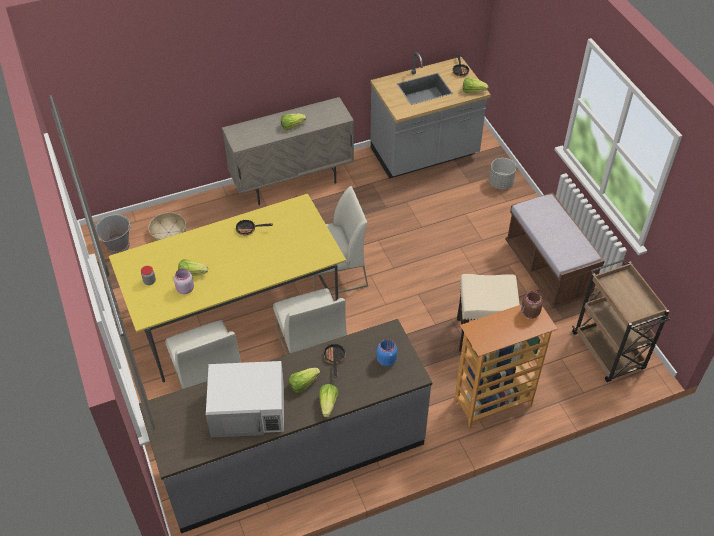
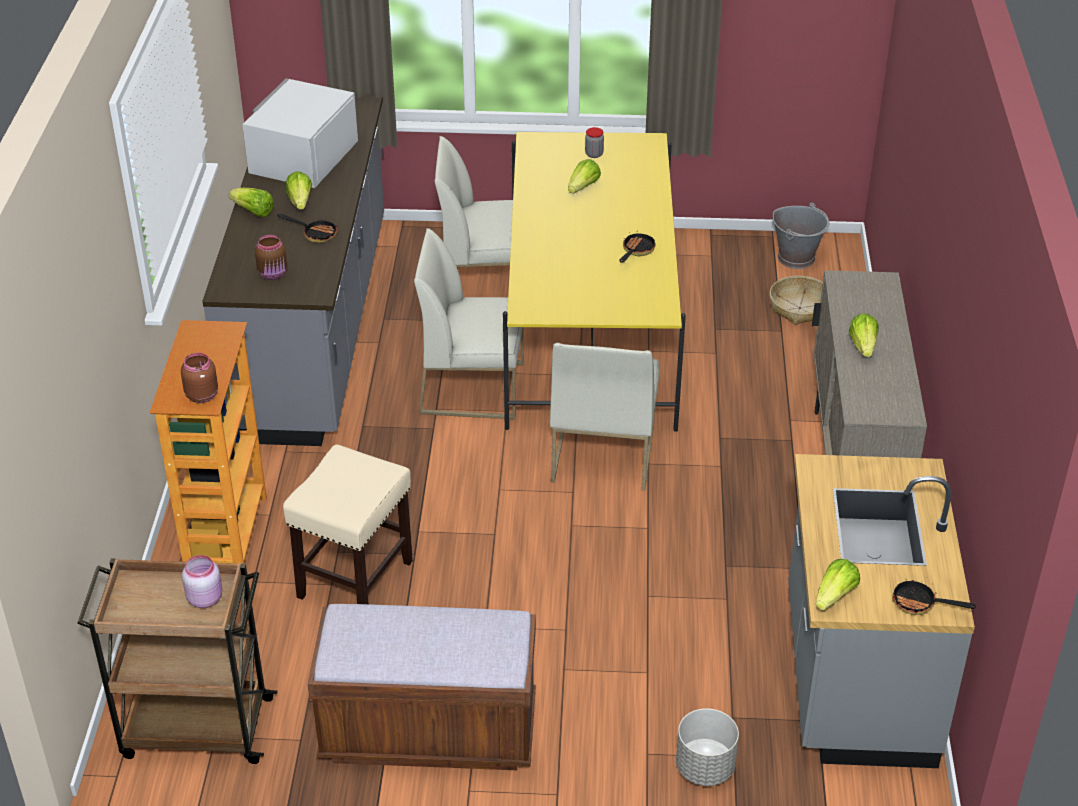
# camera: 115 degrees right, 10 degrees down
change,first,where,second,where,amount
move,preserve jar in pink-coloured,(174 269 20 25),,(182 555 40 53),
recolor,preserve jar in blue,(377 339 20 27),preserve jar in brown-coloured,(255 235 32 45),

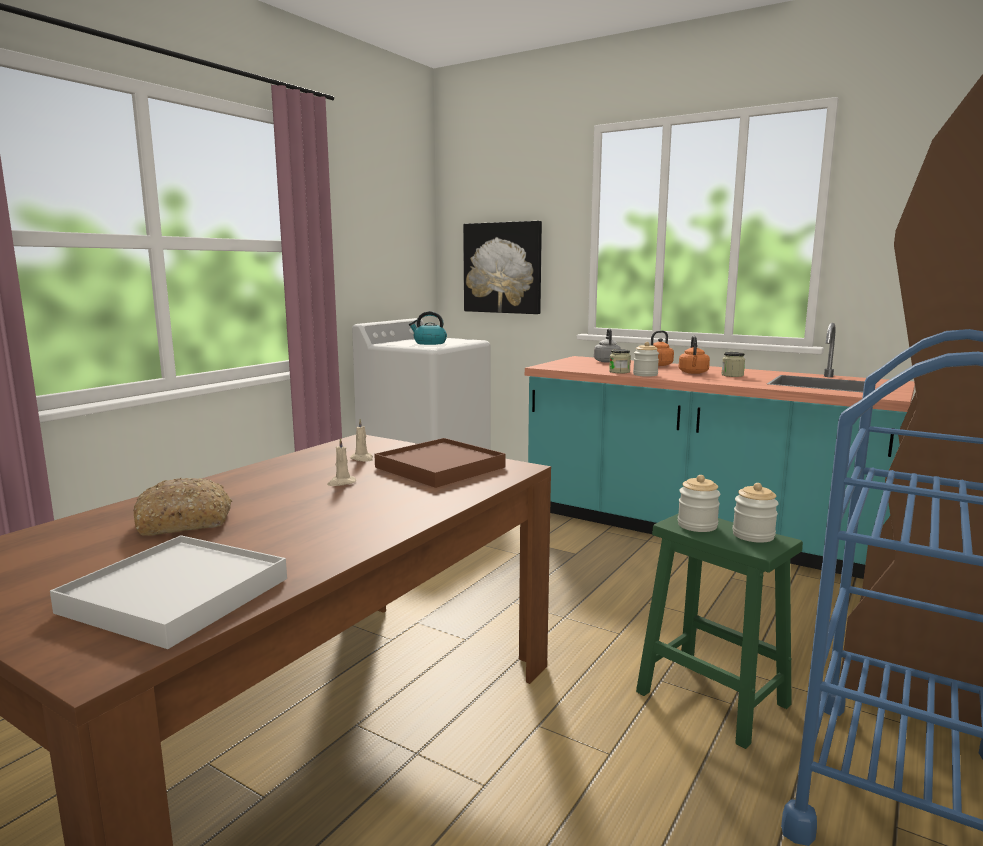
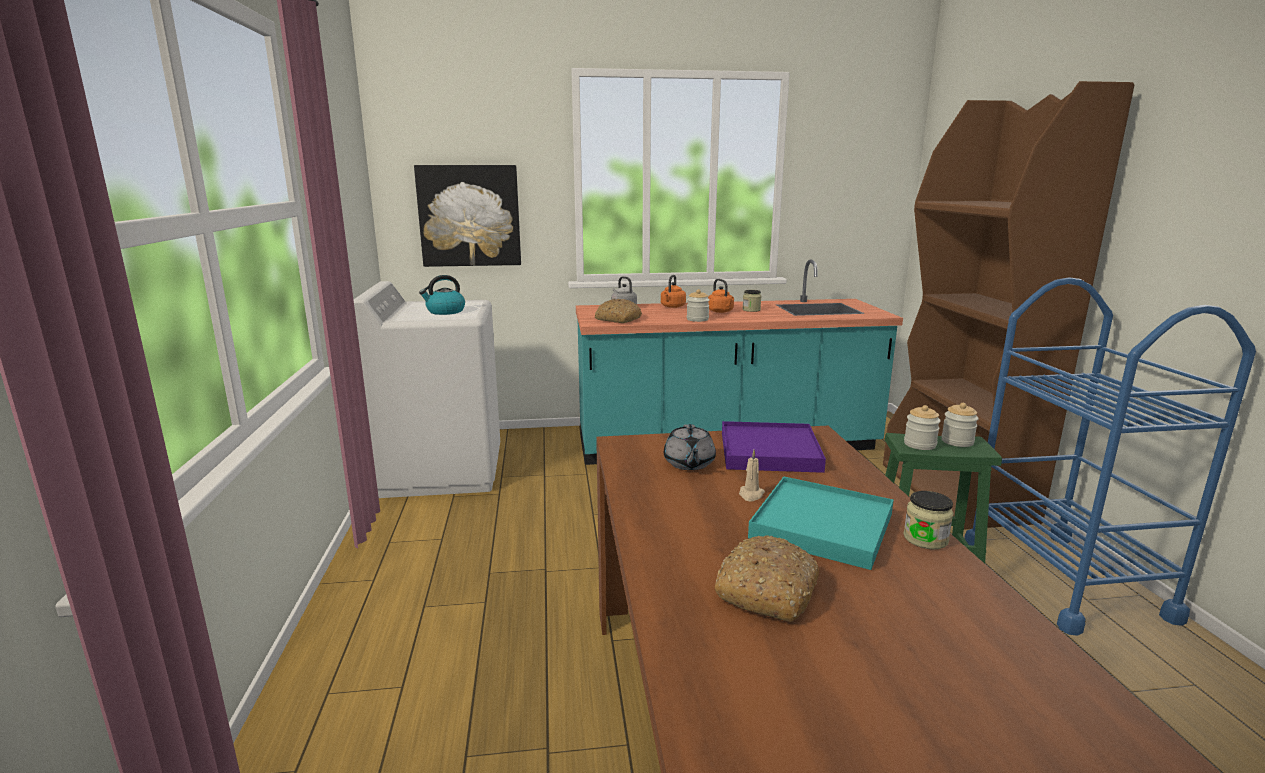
# camera: 40 degrees left, 5 degrees up
change,first,where,second,where,amount
insert,,,baked bread,(595 299 47 24),
replace,wax light in beige-coloured,(350 419 23 42),pot for tea in gray,(664 424 52 46),
recolor,serving tray in brown-coloured,(374 438 132 50),serving tray in purple-coloured,(722 421 104 52),
insert,,,serving tray in turquoise-coloured,(748 477 146 93),
move,preserve jar,(609 349 22 24),,(903 491 51 59),
delete,serving tray in whitish,(50 535 237 114),,,

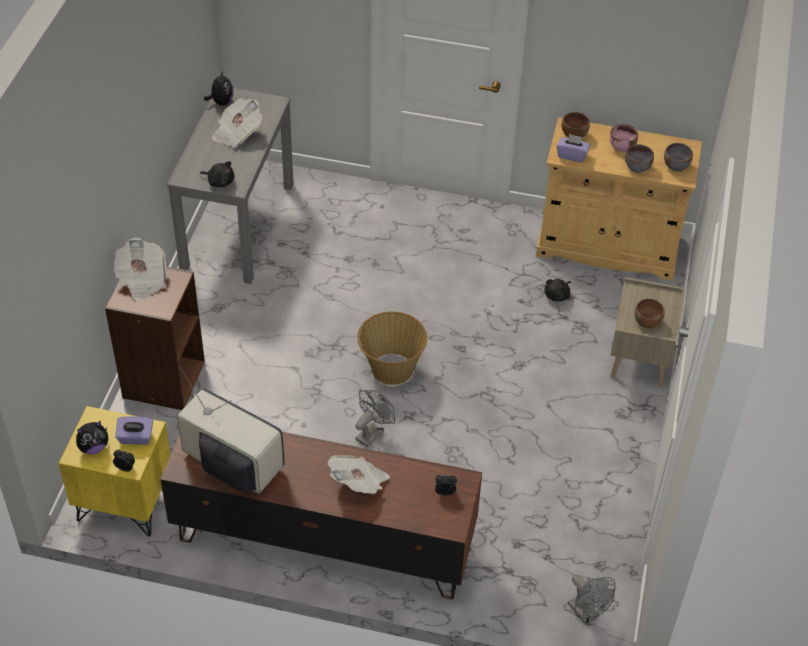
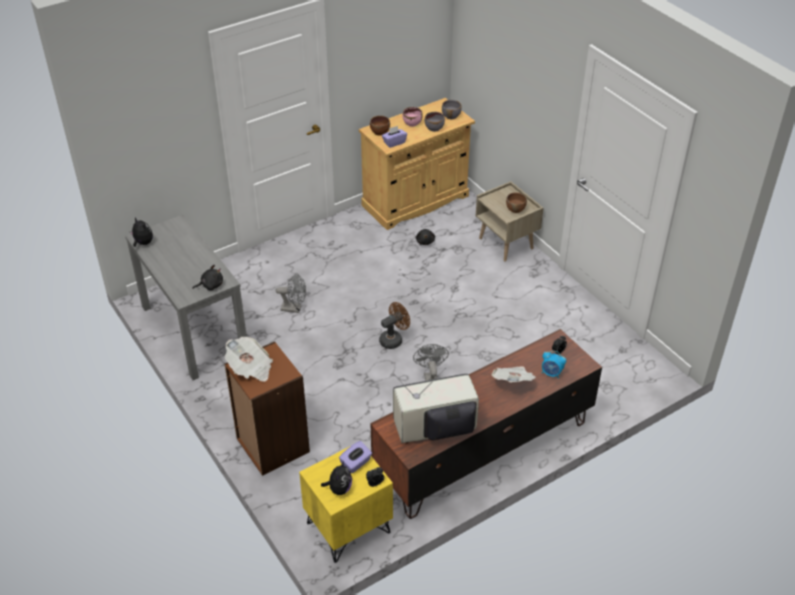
# camera: 45 degrees left, 5 degrees down
change,first,where,second,where,amount
move,fan in gray,(568 575 47 50),,(276 273 30 40),
replace,storage basket,(357 311 70 74),fan in brown-coloured,(379 302 31 47),
insert,,,alarm clock,(542 351 24 28),
delete,printed paper,(212 99 50 48),,,

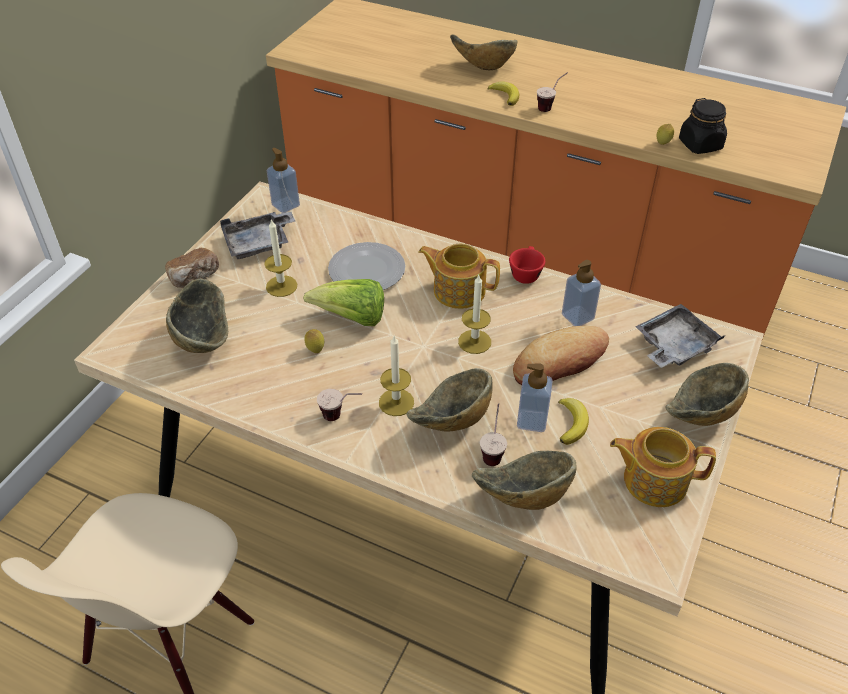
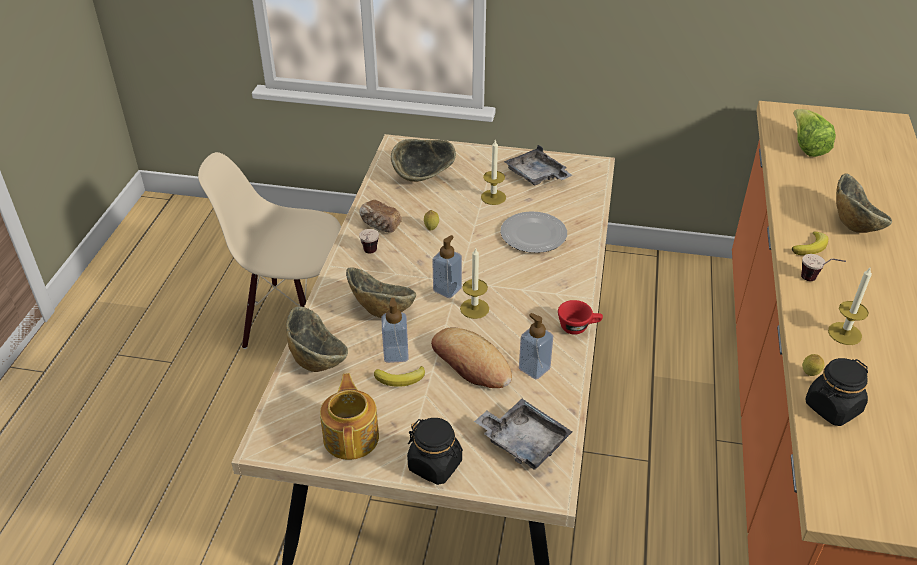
# camera: 75 degrees right, 5 degrees down
change,first,where,second,where,amount
move,baked bread,(165 248 54 40),,(359 200 43 33),
replace,serving bowl,(666 363 83 63),preserve jar in black,(407 418 56 67),
move,soap bottle,(266 148 34 65),,(432 235 30 63),
move,lettuce head,(303 279 81 47),,(793 109 43 48),
move,wax light,(379 336 35 80),,(828 266 44 79),
delete,pot for tea,(418 244 82 65),,,
delete,small cup,(480 403 27 63),,,

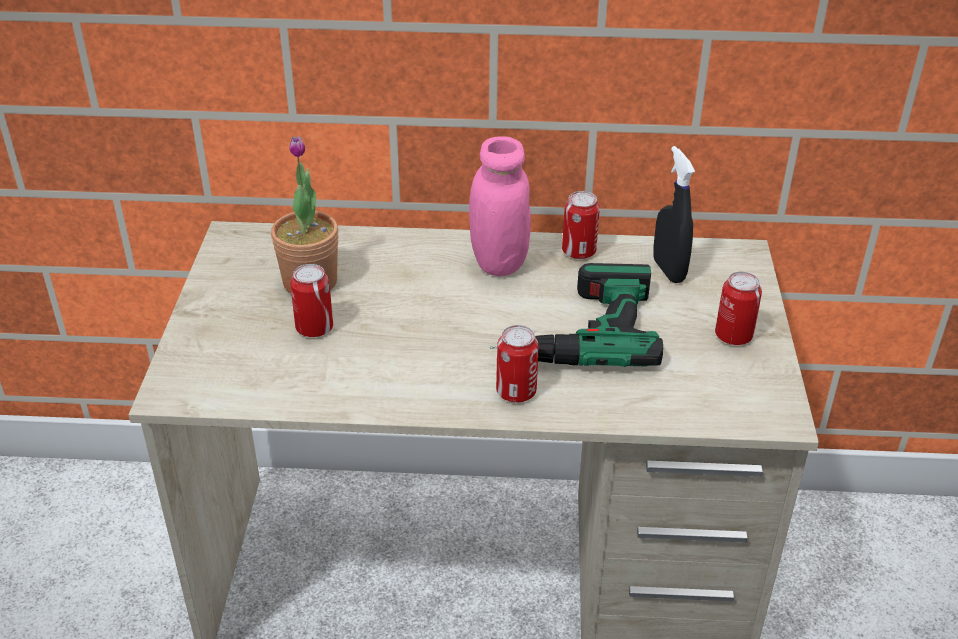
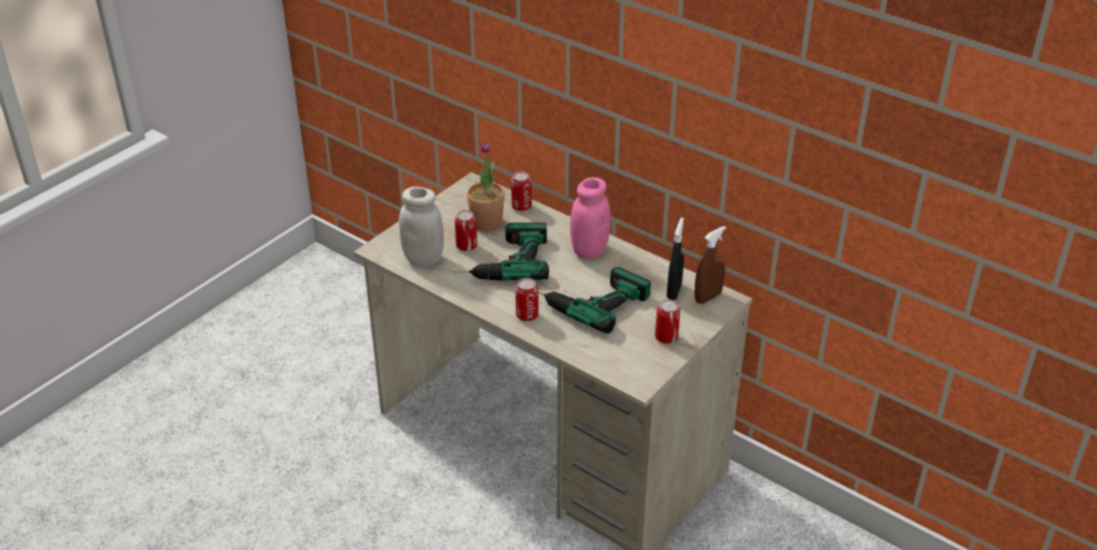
# camera: 35 degrees right, 0 degrees up
change,first,where,second,where,amount
insert,,,preserve jar in whitish,(399 186 45 81),
insert,,,power drill,(453 223 96 58),
move,metal can,(562 191 38 68),,(511 171 21 40),
insert,,,hand sprayer in brown-coloured,(695 226 31 78),

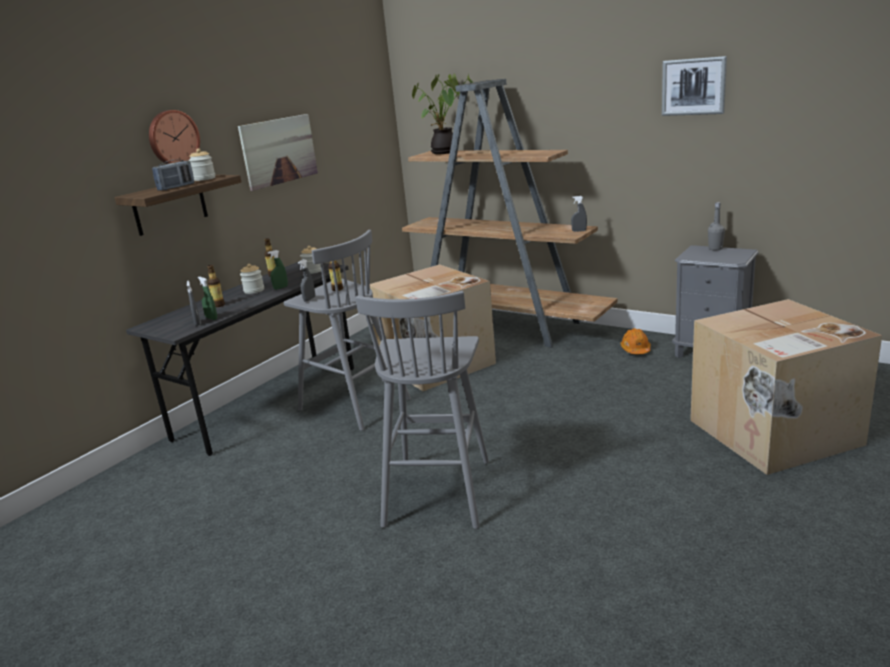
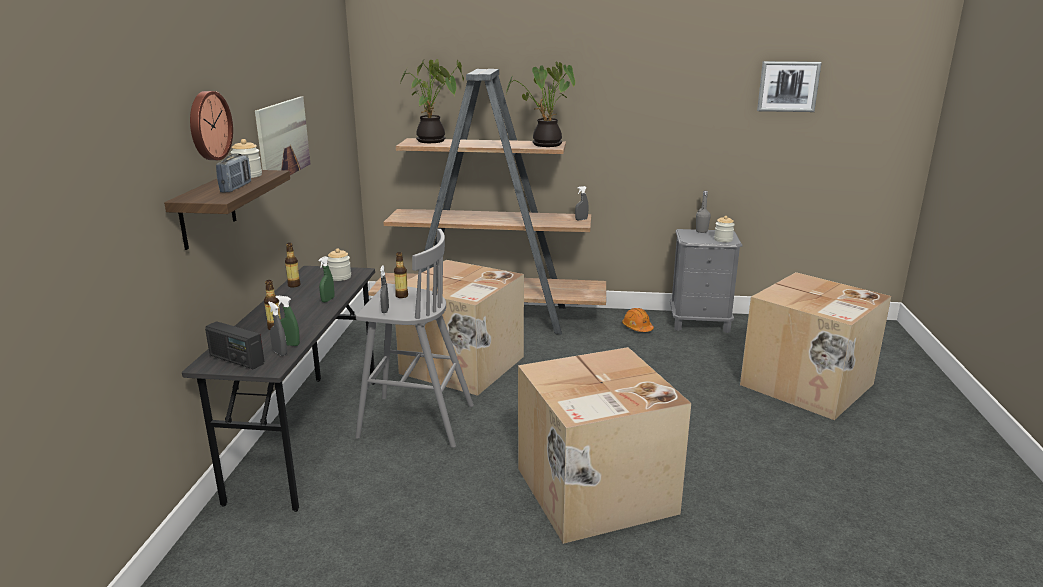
# camera: 30 degrees left, 0 degrees up
change,first,where,second,where,amount
insert,,,radio,(205 321 59 48),
insert,,,houseplant,(506 61 69 86),
replace,stool in gray,(355 291 134 238),packing box,(518 347 173 197),
move,preserve jar,(240 264 24 30),,(714 216 21 26),
move,wall picture,(662 56 65 60),,(757 61 65 51),

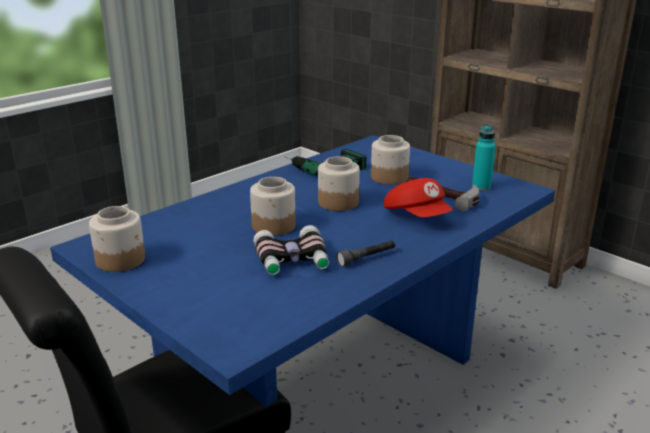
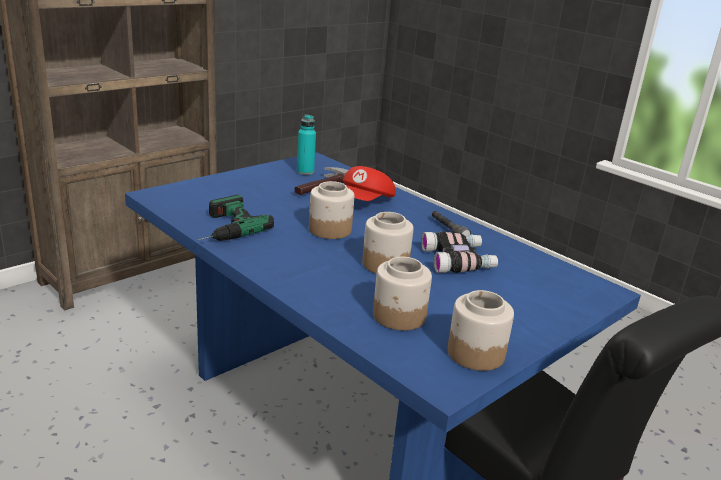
# camera: 90 degrees left, 0 degrees up
change,first,where,second,where,amount
rotate,cap in reddish,(384 178 69 39),,(343 166 53 35),150 degrees clockwise
move,preserve jar,(371 135 39 50),,(373 257 59 74),

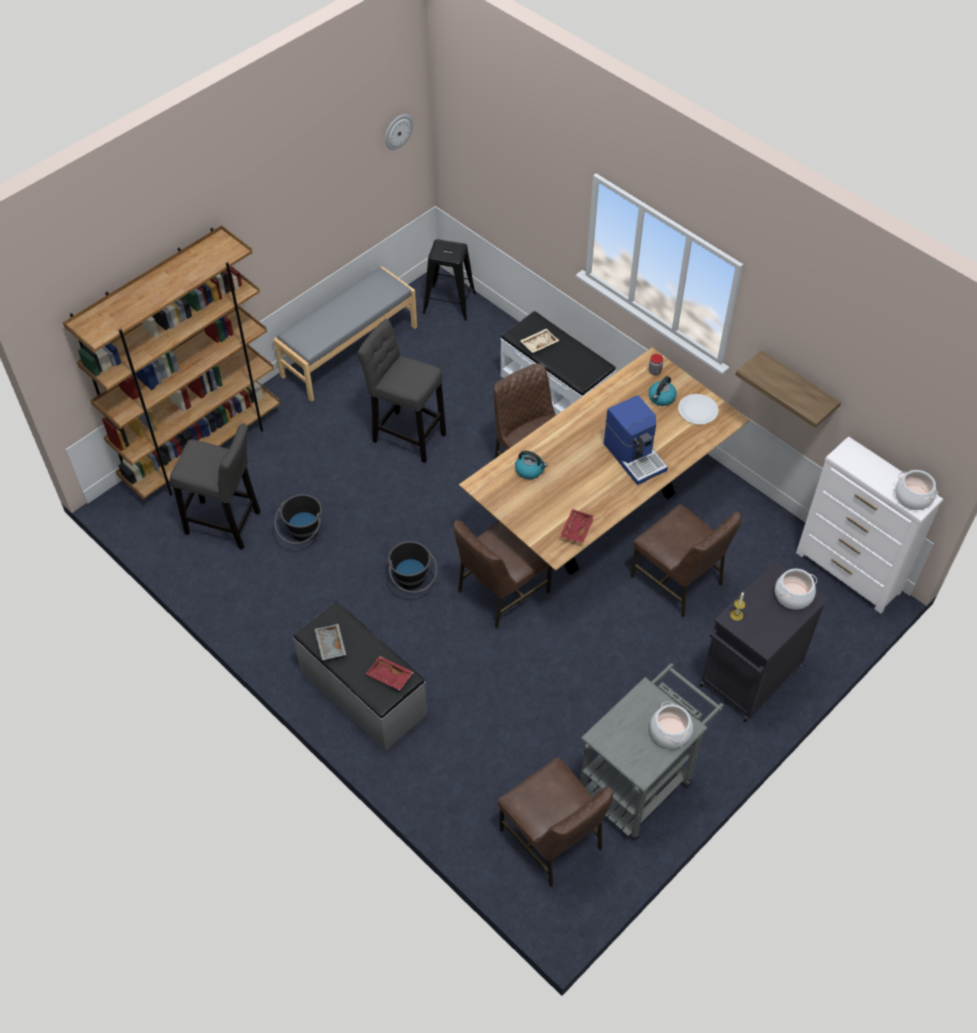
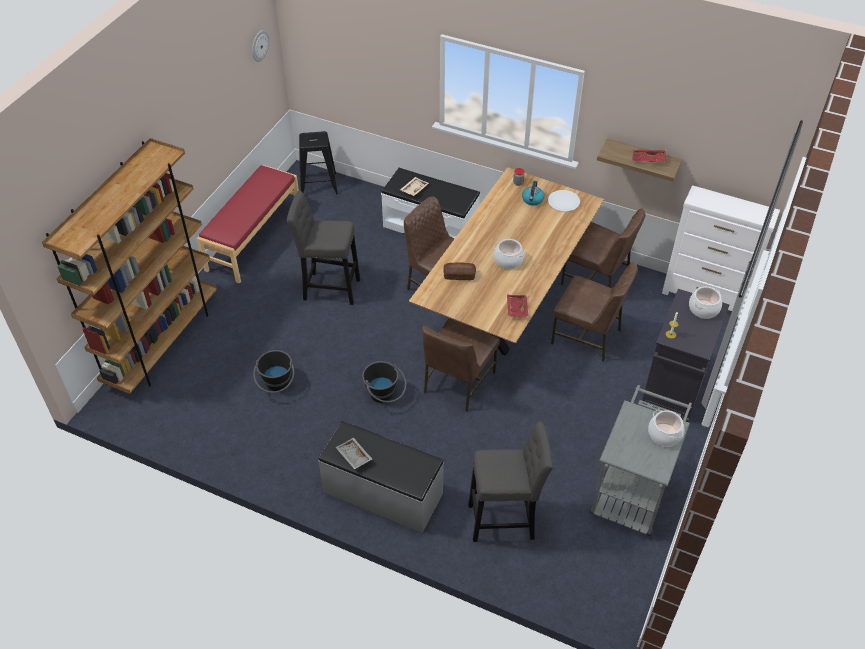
# camera: 20 degrees left, 5 degrees down
change,first,where,second,where,amount
recolor,bench in gray,(273 266 144 136),bench in reddish,(196 165 103 119),
replace,tea kettle,(515 451 33 28),baked bread,(443 262 33 18),
move,stool in gray,(170 424 91 126),,(468 421 85 121),
move,cooking pot,(895 470 43 40),,(494 239 31 30),
move,upright chair in brown-coloured,(498 757 115 130),,(561 208 84 80),
move,serving tray in reddish,(366 656 48 34),,(632 149 34 13),
delete,coffee brewer,(604 395 64 90),,,

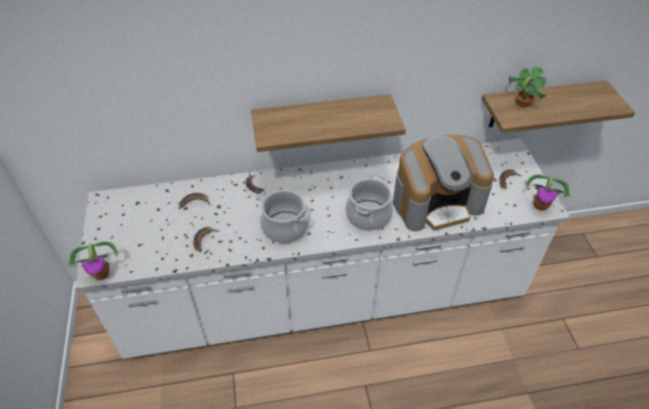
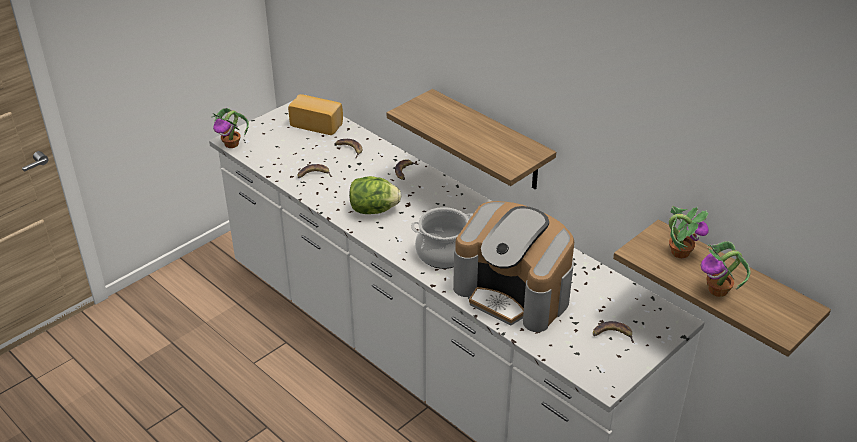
# camera: 55 degrees right, 10 degrees down
change,first,where,second,where,amount
insert,,,baked bread,(288 94 55 41),
replace,cooking pot,(258 189 51 54),lettuce head,(349 176 52 38),
move,houseplant,(525 174 46 37),,(701 241 49 56),

